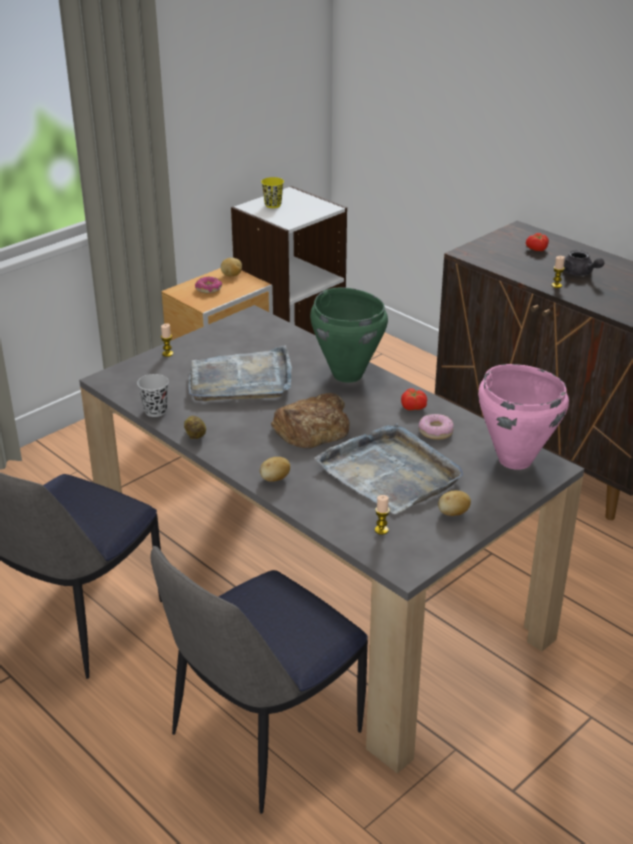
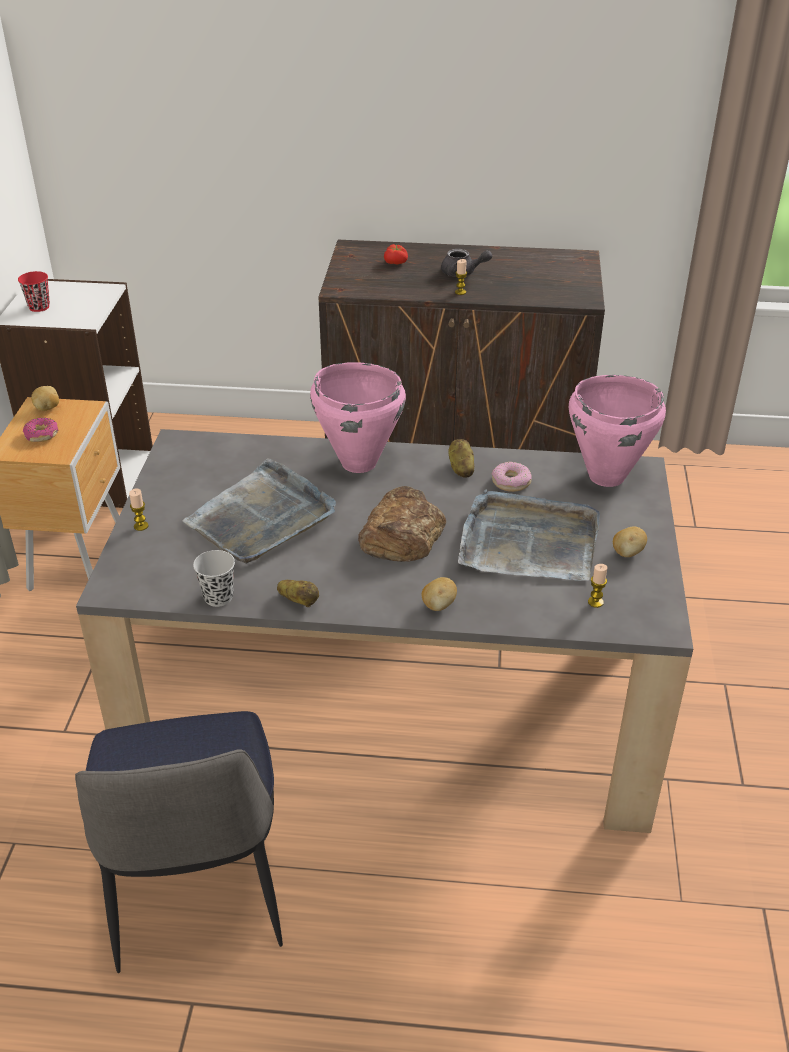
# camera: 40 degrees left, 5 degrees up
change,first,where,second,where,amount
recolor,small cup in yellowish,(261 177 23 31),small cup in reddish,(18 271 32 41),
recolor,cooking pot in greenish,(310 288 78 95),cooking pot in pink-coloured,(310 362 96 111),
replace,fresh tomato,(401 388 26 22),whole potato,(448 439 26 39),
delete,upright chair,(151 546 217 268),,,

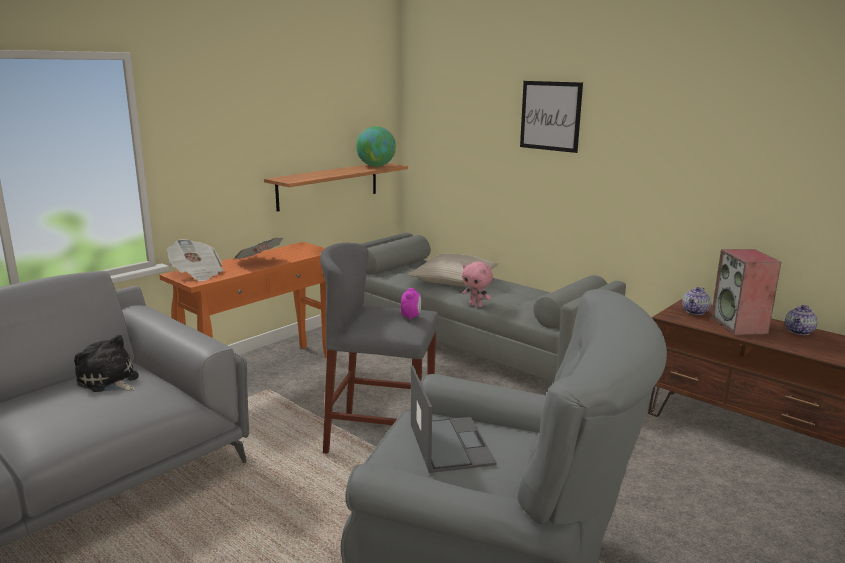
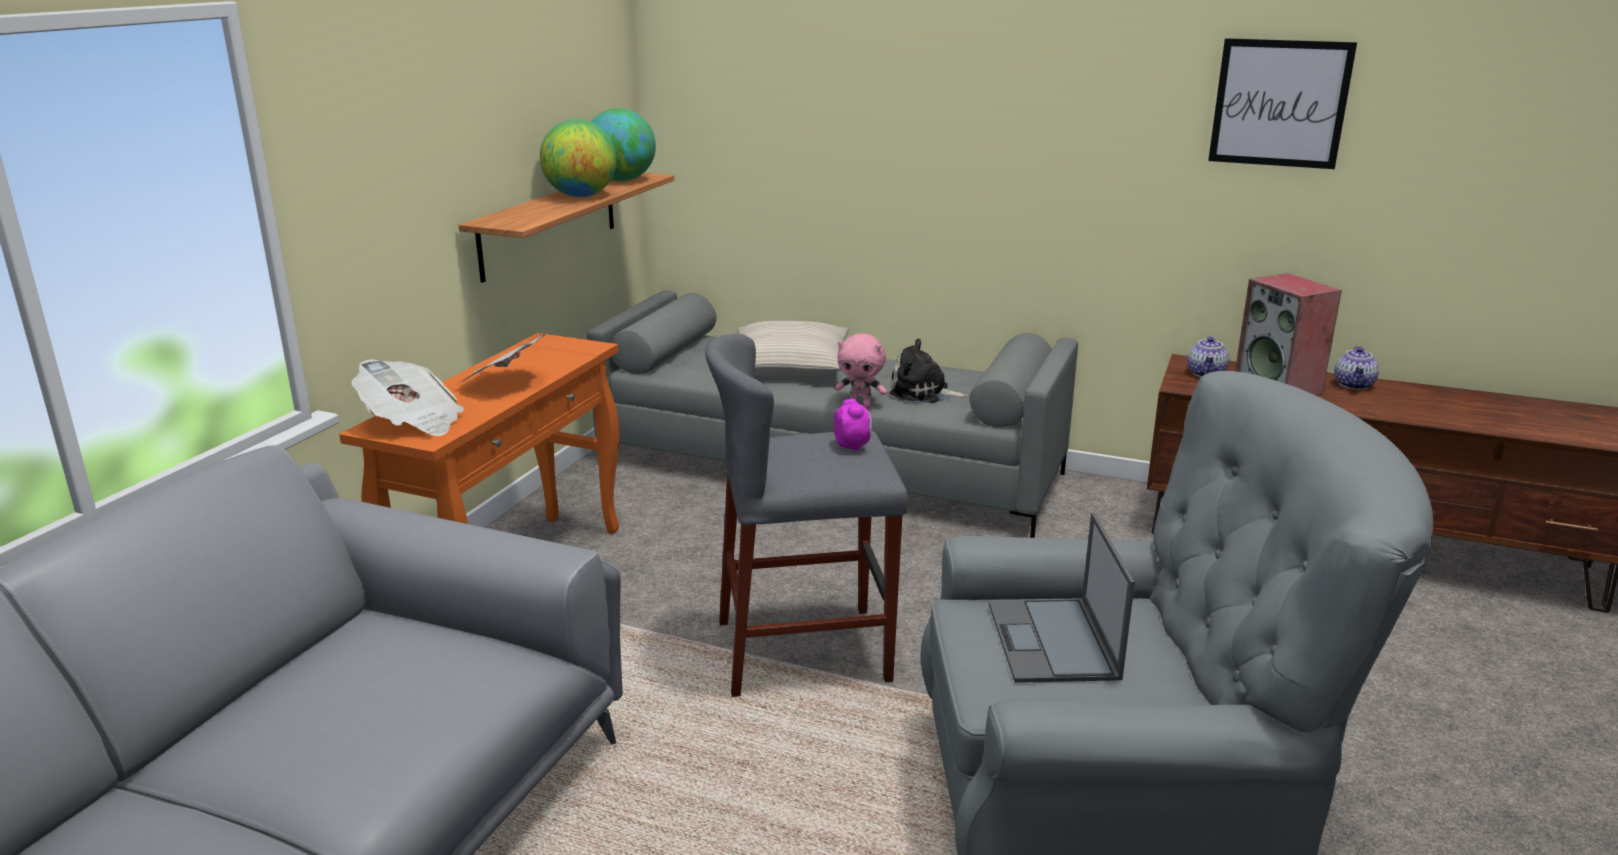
# camera: 20 degrees left, 5 degrees up
change,first,where,second,where,amount
insert,,,desk globe,(540 119 77 78),
move,soft toy,(74 335 65 57),,(889 338 79 65),
rotate,laptop,(411 365 86 108),,(988 512 147 171),150 degrees counterclockwise
move,wall picture,(520 81 63 72),,(1208 38 149 131),

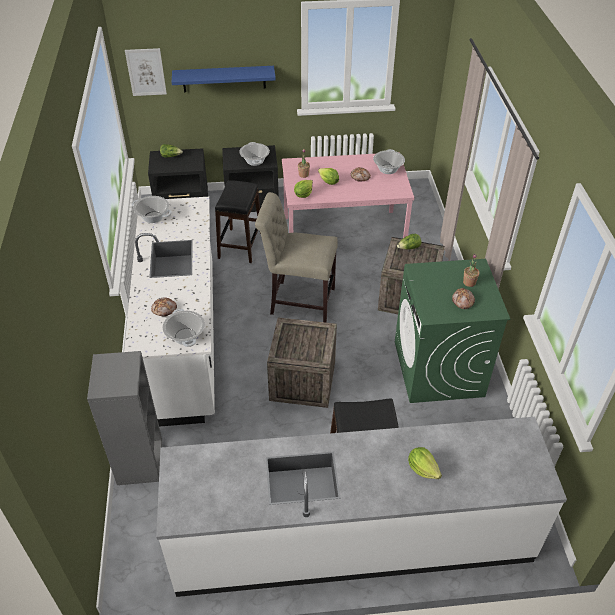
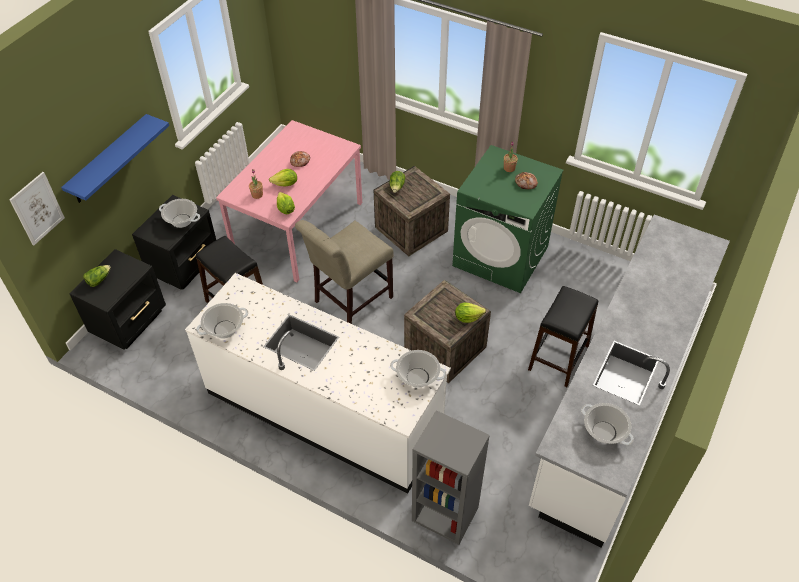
# camera: 55 degrees left, 5 degrees up
change,first,where,second,where,amount
move,lettuce head,(408 447 34 32),,(455 303 31 20),
move,cooking pot,(373 149 32 25),,(581 403 53 42),
delete,baked bread,(151 297 26 20),,,

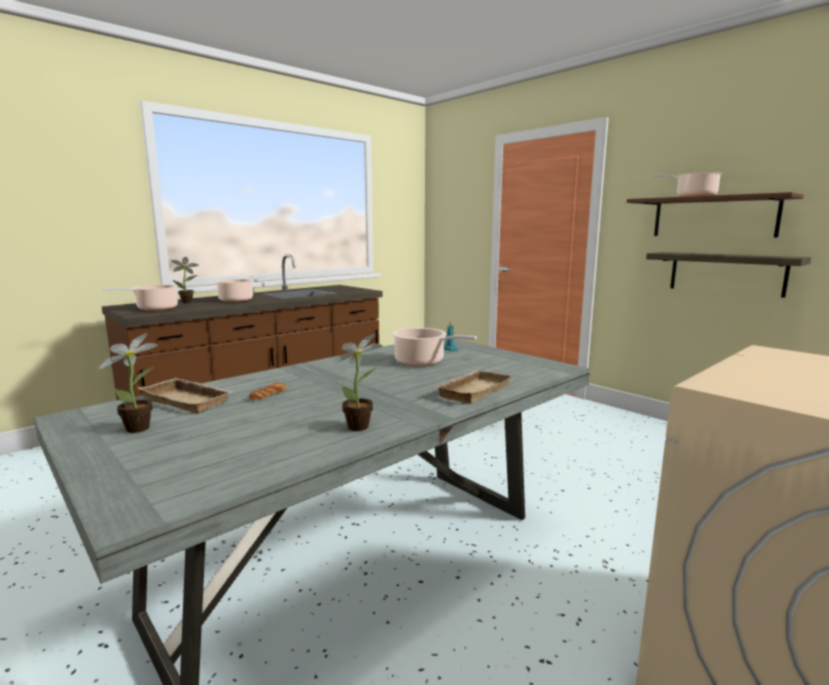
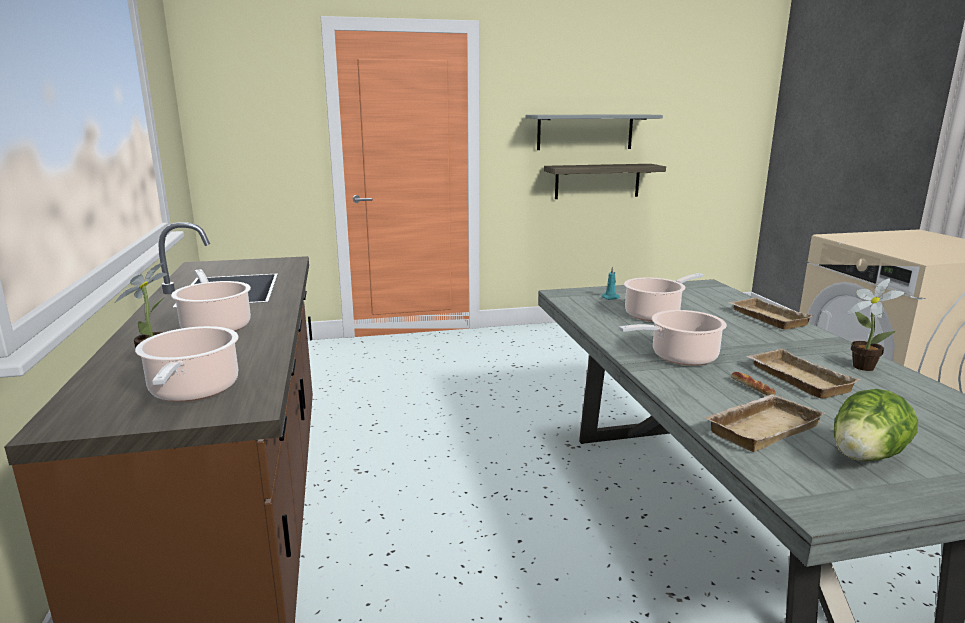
# camera: 60 degrees left, 5 degrees up
change,first,where,second,where,amount
recolor,bracket shelf in brown-coloured,(627 192 177 46),bracket shelf in gray,(525 114 138 36),
move,cooking pot,(651 172 72 25),,(619 310 108 56),
insert,,,serving tray in beige-coloured,(746 349 115 50),
replace,houseplant,(98 333 60 100),lettuce head,(834 389 84 72),

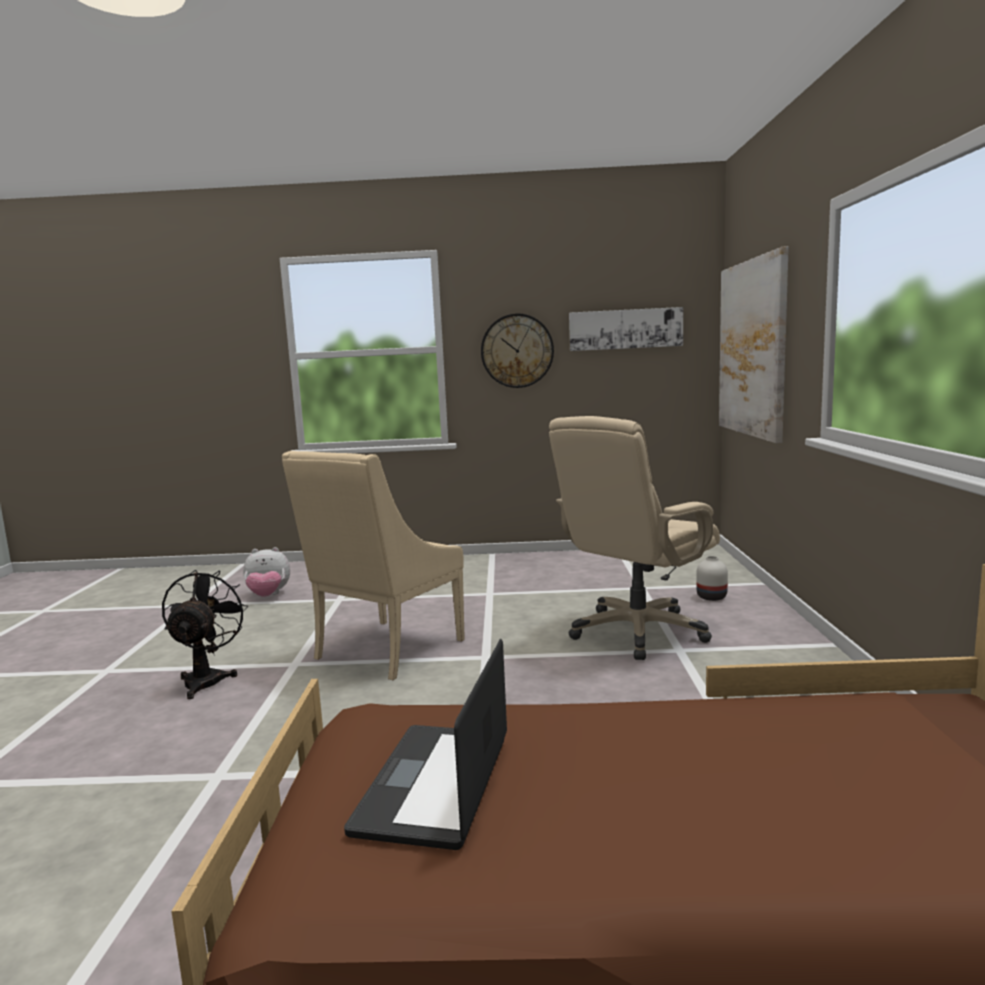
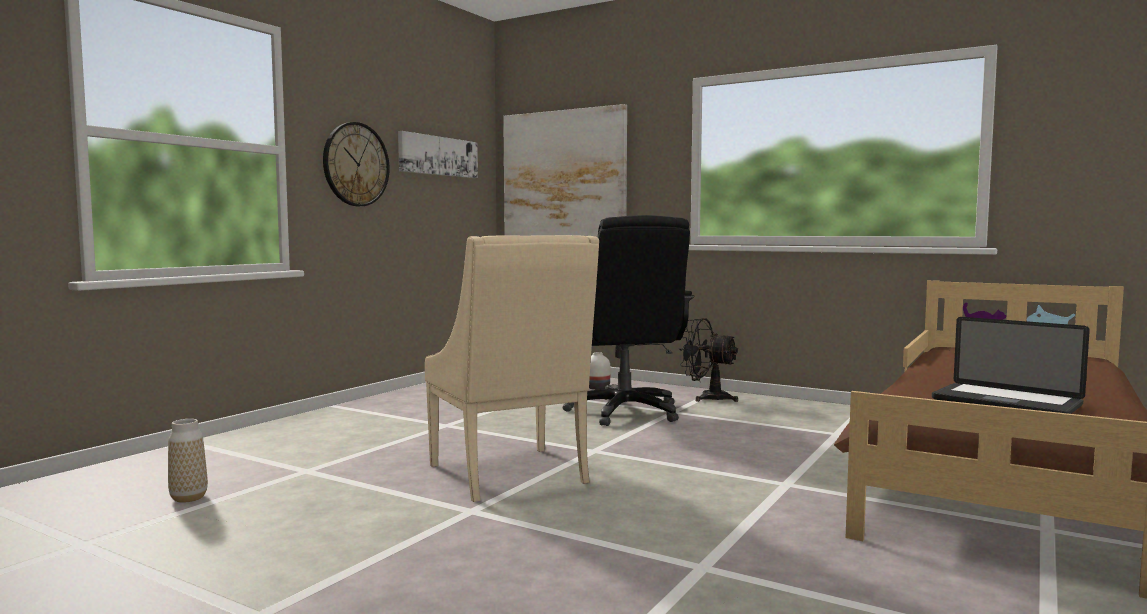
# camera: 60 degrees left, 5 degrees down
change,first,where,second,where,amount
replace,soft toy,(243 547 47 50),flower vase,(168 419 40 84),
recolor,desk chair in beige-coloured,(549 416 171 244),desk chair in black,(563 215 131 211),
move,fan in black,(162 570 86 129),,(679 318 59 84),

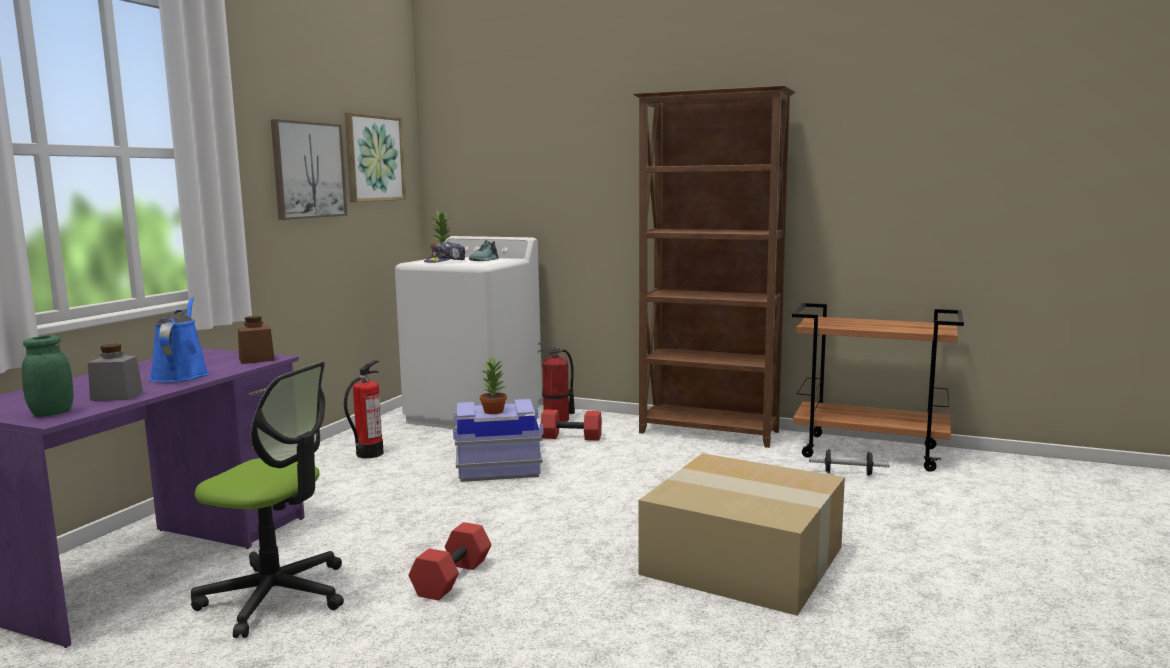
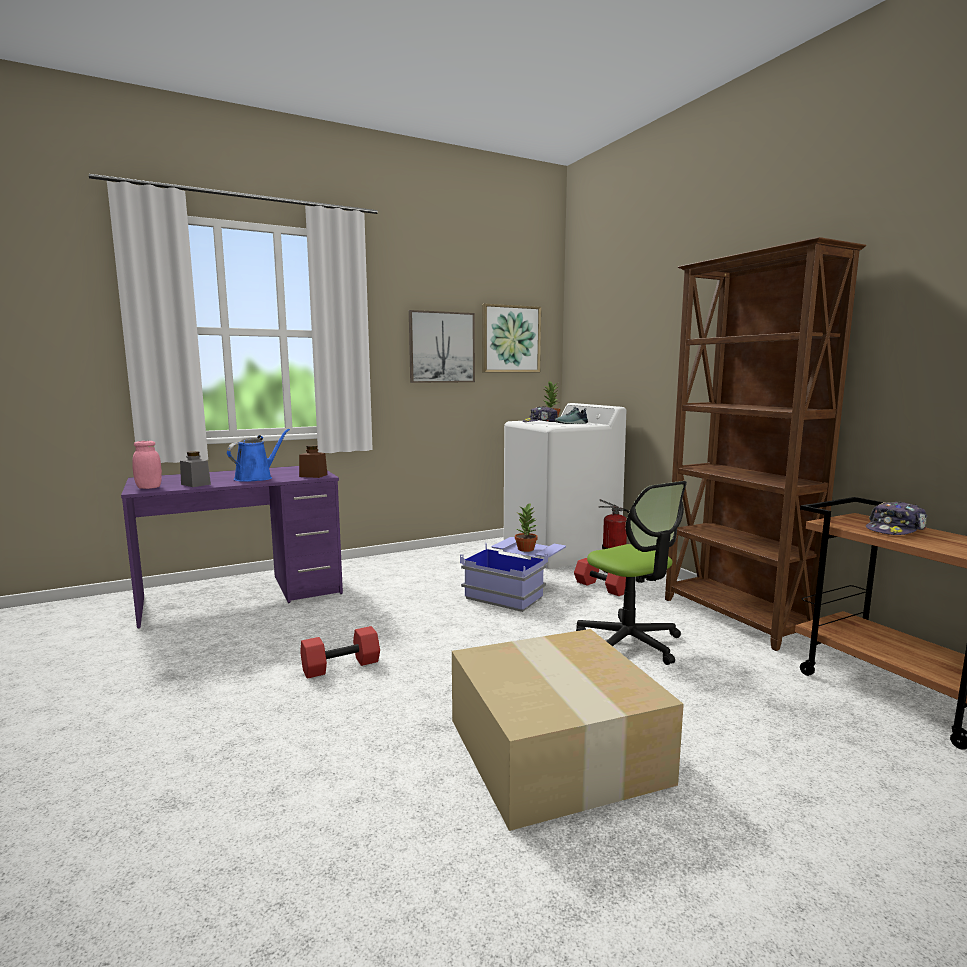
# camera: 40 degrees right, 0 degrees up
change,first,where,second,where,amount
recolor,preserve jar in greenish,(22 335 52 82),preserve jar in pink-coloured,(132 441 30 48),
move,desk chair,(191 362 153 276),,(576 481 111 184),
insert,,,cap,(866 501 62 34),
delete,fire-fighting cylinder,(344 360 40 98),,,
delete,hand weight,(809 449 81 27),,,

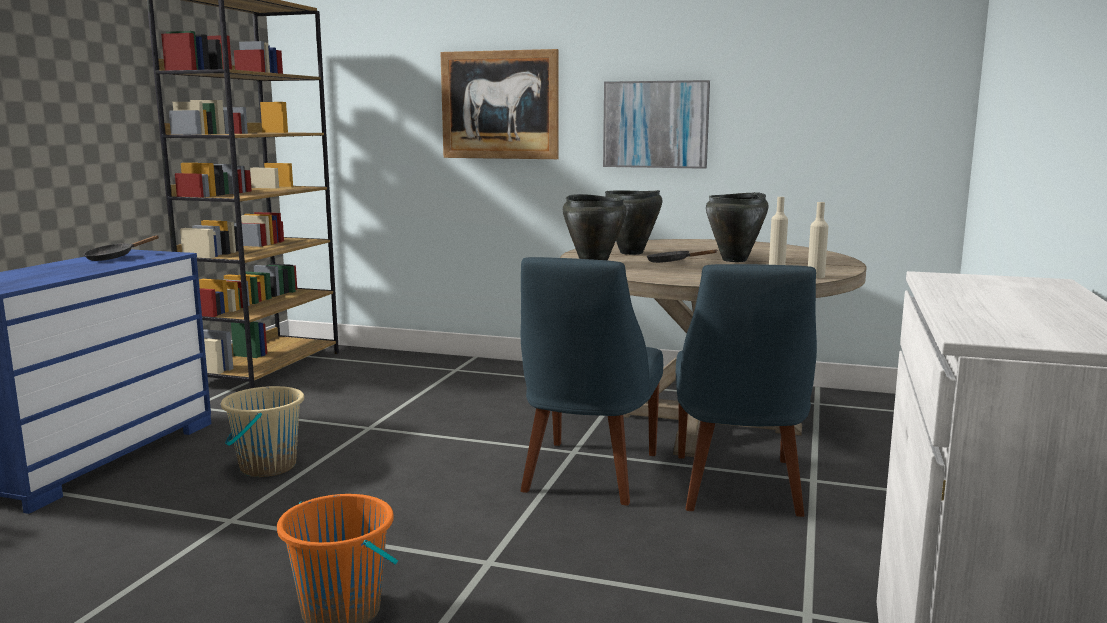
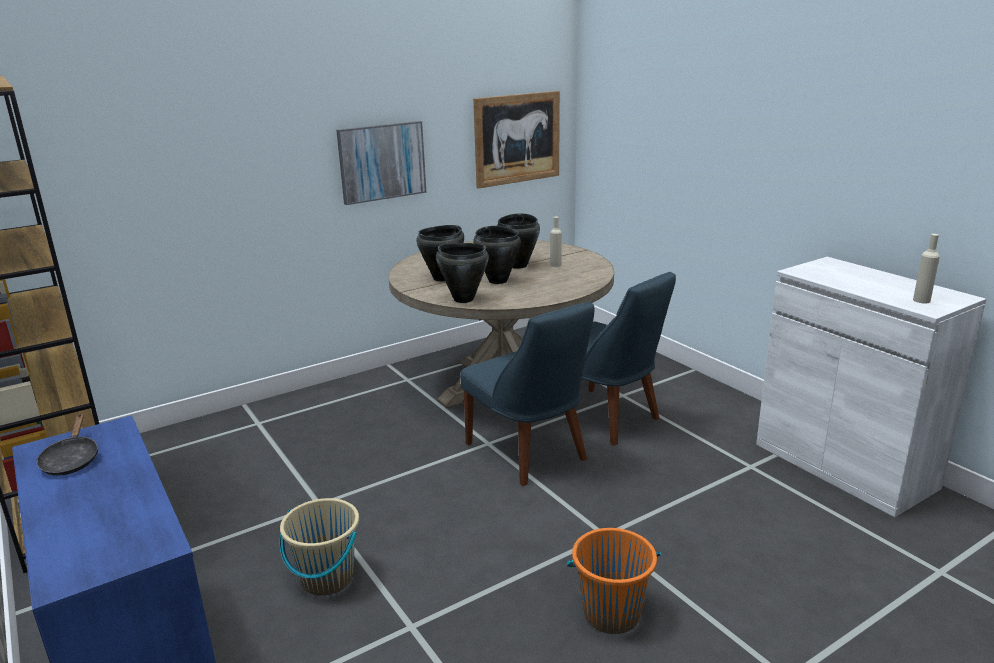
# camera: 50 degrees left, 10 degrees up
change,first,where,second,where,amount
move,wall picture,(440 49 119 110),,(473 91 87 98),
replace,frying pan in black,(647 249 71 14),cooking pot in black,(473 226 48 58),
move,beverage bottle in beige-coloured,(808 202 20 76),,(913 234 27 69),

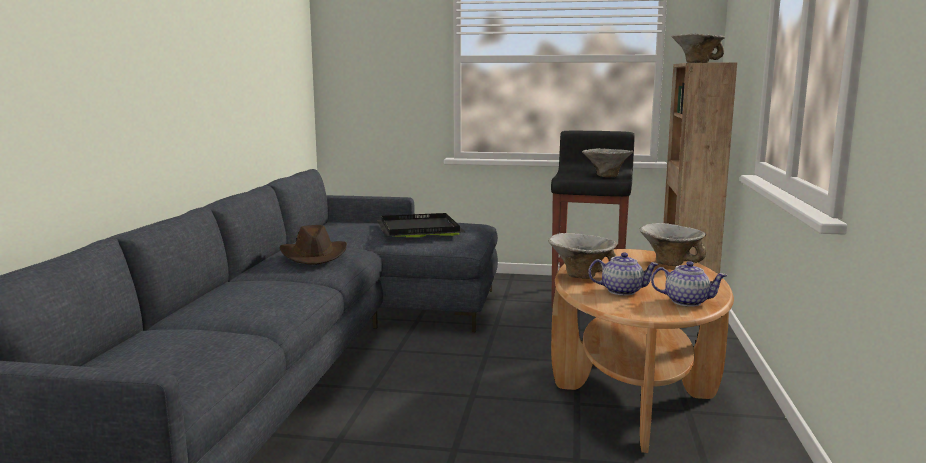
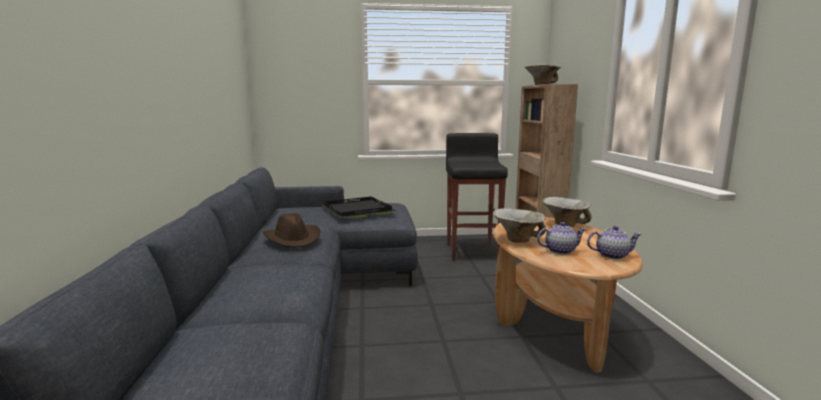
# camera: 15 degrees left, 0 degrees up
change,first,where,second,where,amount
delete,serving bowl,(582 148 52 29),,,

